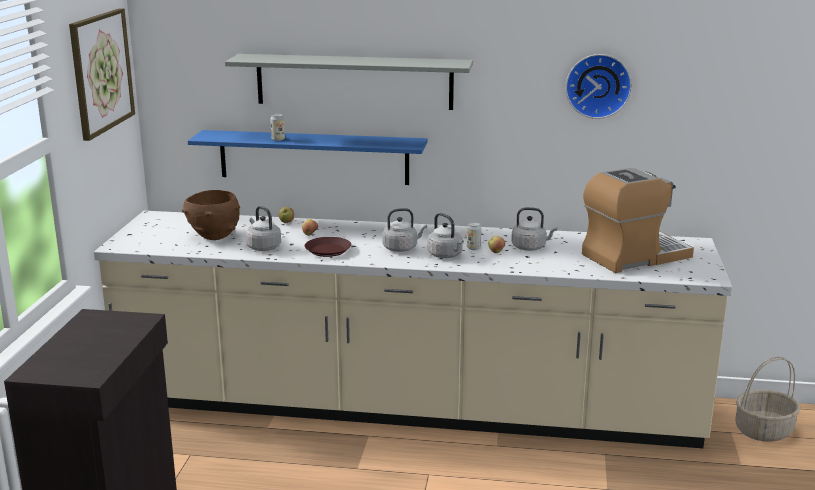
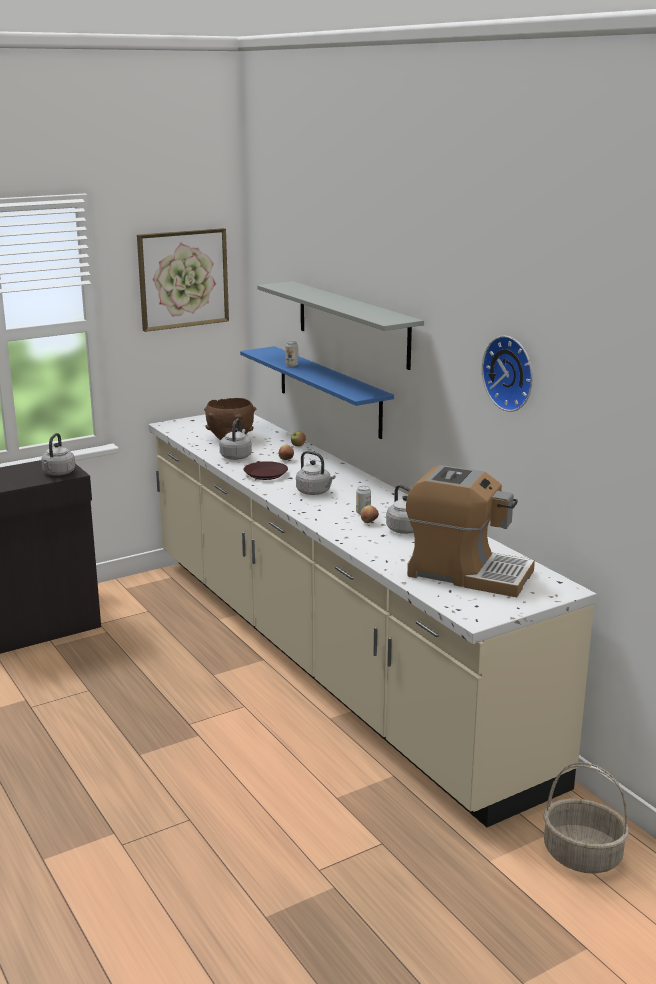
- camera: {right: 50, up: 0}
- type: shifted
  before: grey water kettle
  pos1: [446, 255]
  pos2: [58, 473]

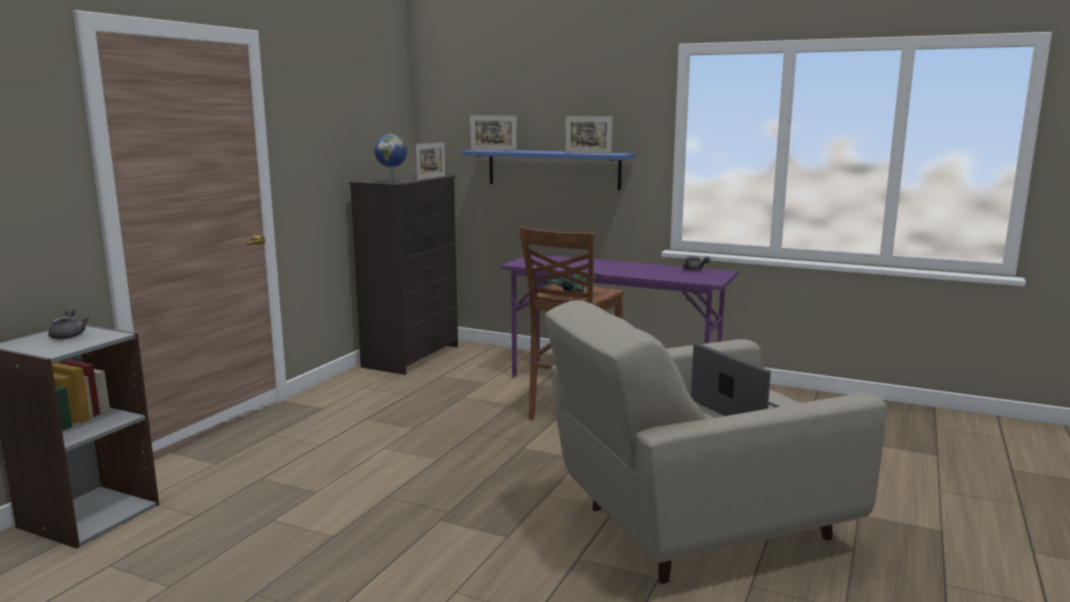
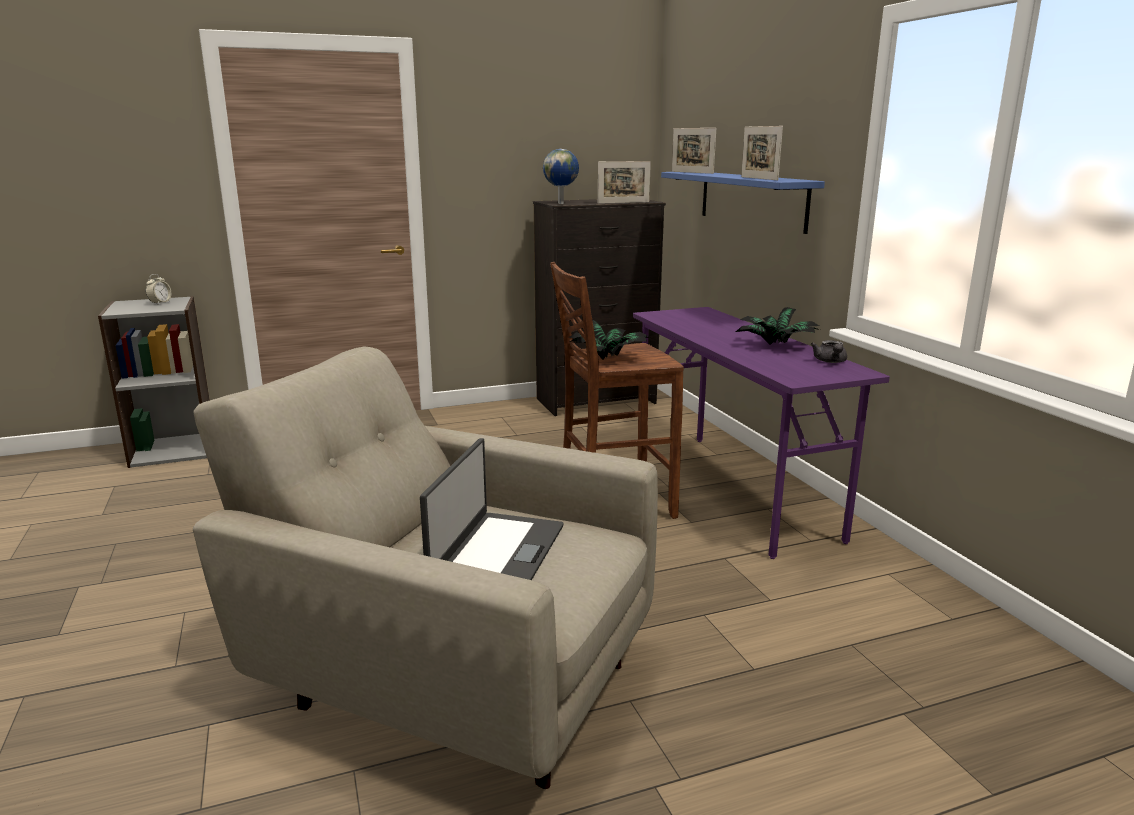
- camera: {right: 45, up: 5}
- type: swapped
  before: grey teapot
  after: table clock
  pos1: [68, 335]
  pos2: [160, 303]
- type: new
  after: houseplant
  pos2: [777, 346]

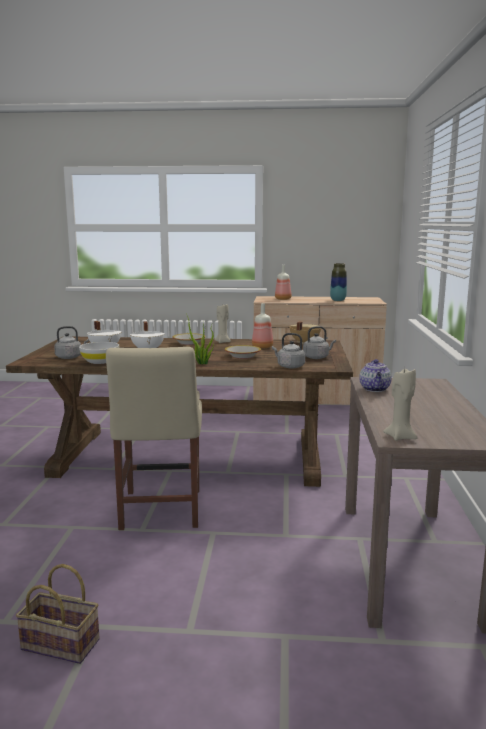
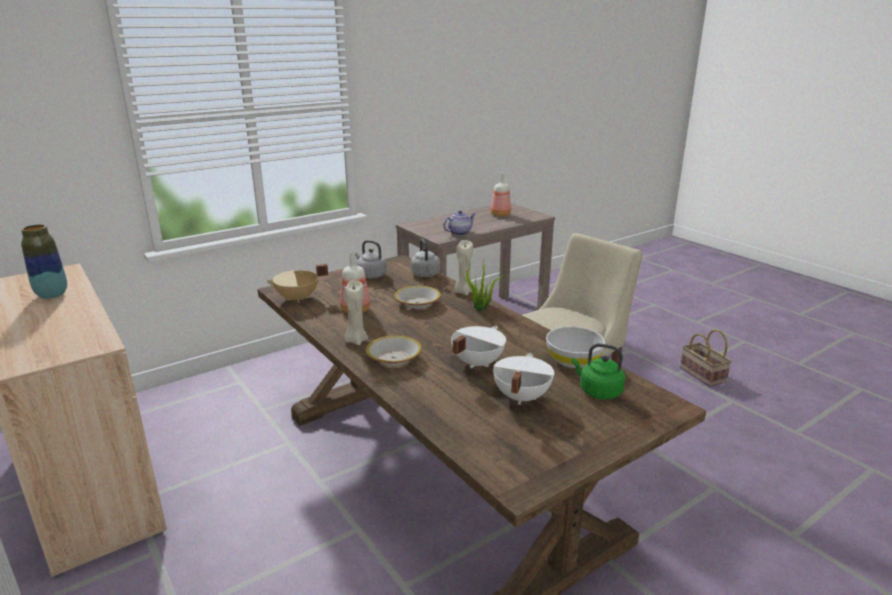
- camera: {right: -130, up: 10}
- type: shifted
  before: beige-coloured wax candle
  pos1: [400, 437]
  pos2: [463, 292]
- type: shifted
  before: drink bottle
  pos1: [283, 299]
  pos2: [499, 214]
- type: repainted
  before: grey water kettle
  after: green water kettle
  pos1: [70, 357]
  pos2: [598, 391]

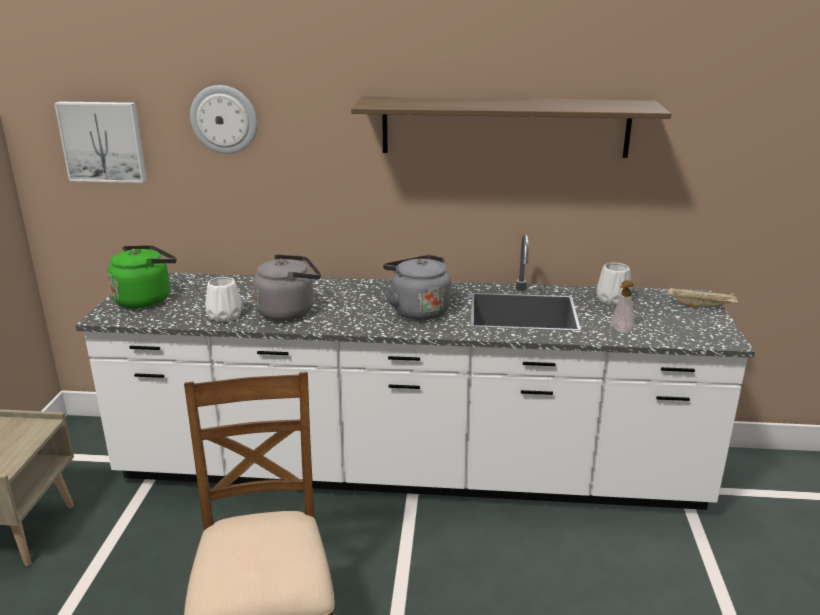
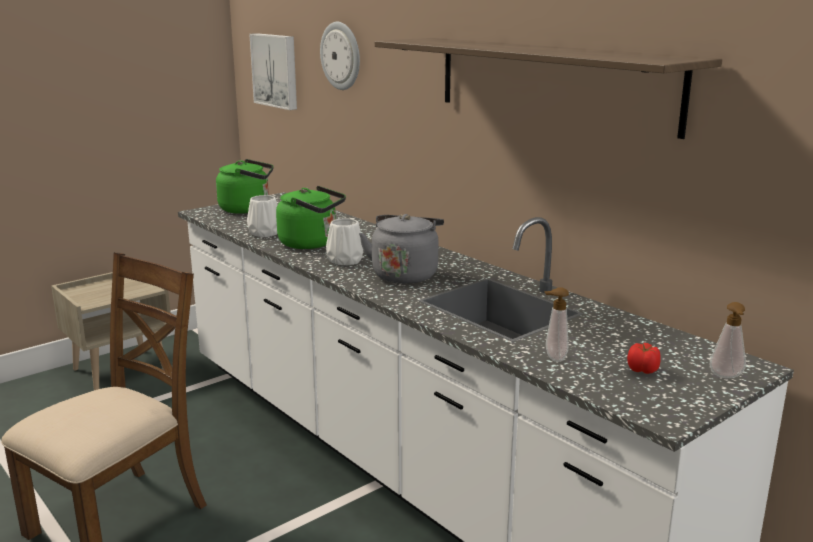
- camera: {right: 45, up: -5}
- type: repainted
  before: grey water kettle
  after: green water kettle
  pos1: [289, 311]
  pos2: [311, 243]
- type: shifted
  before: white-coloured decorative vase
  pos1: [613, 300]
  pos2: [346, 260]
- type: new
  after: tomato
  pos2: [643, 370]
- type: swapped
  before: beige-coloured carrying tray
  after: soap dispenser
  pos1: [701, 306]
  pos2: [726, 377]

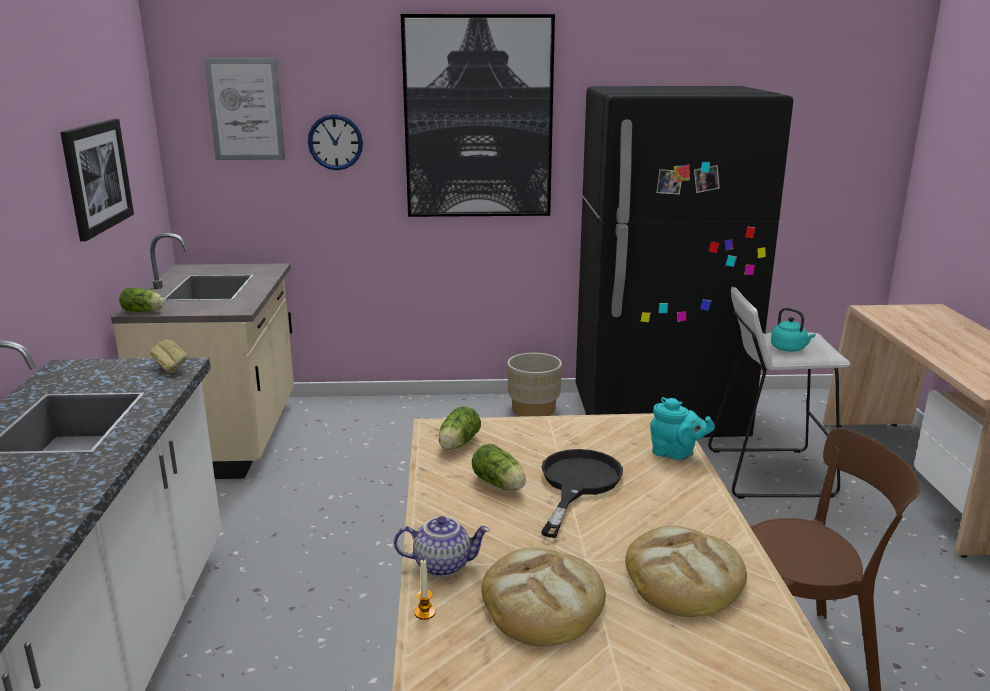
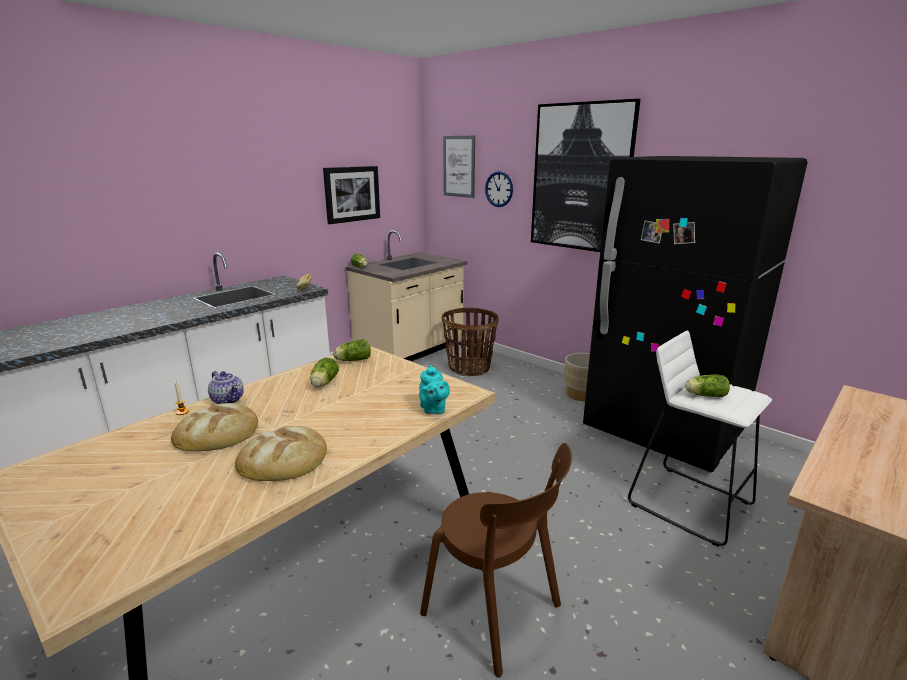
- camera: {right: 45, up: 0}
- type: new
  after: household basket
  pos2: [469, 368]
- type: swapped
  before: blue-green water kettle
  after: lettuce head
  pos1: [789, 349]
  pos2: [704, 395]
- type: gone
  before: blackish skillet
  pos1: [577, 484]

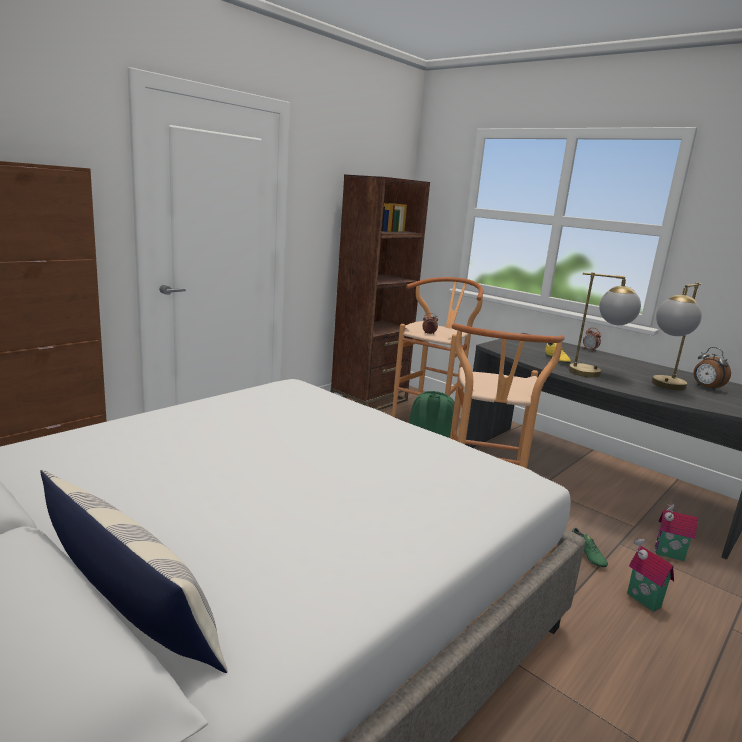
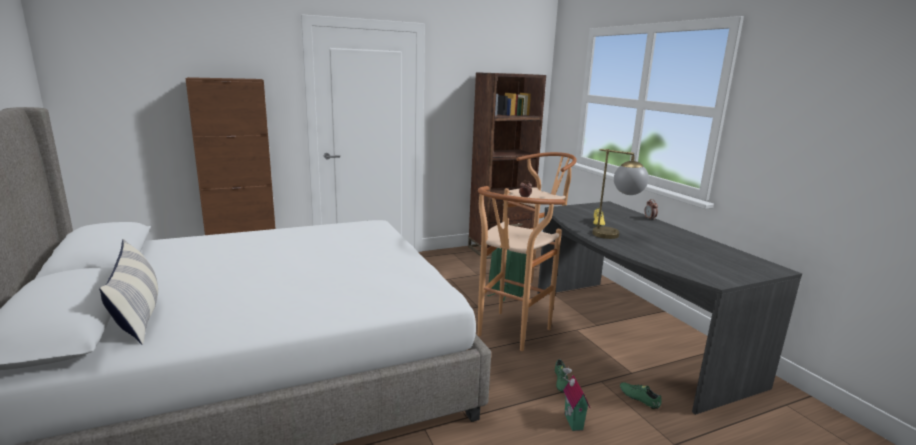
- camera: {right: 25, up: 0}
- type: swapped
  before: miniature house
  after: green item of footwear
  pos1: [669, 555]
  pos2: [639, 399]
- type: gone
  before: table lamp
  pos1: [664, 387]
- type: gone
  before: table clock
  pos1: [706, 388]

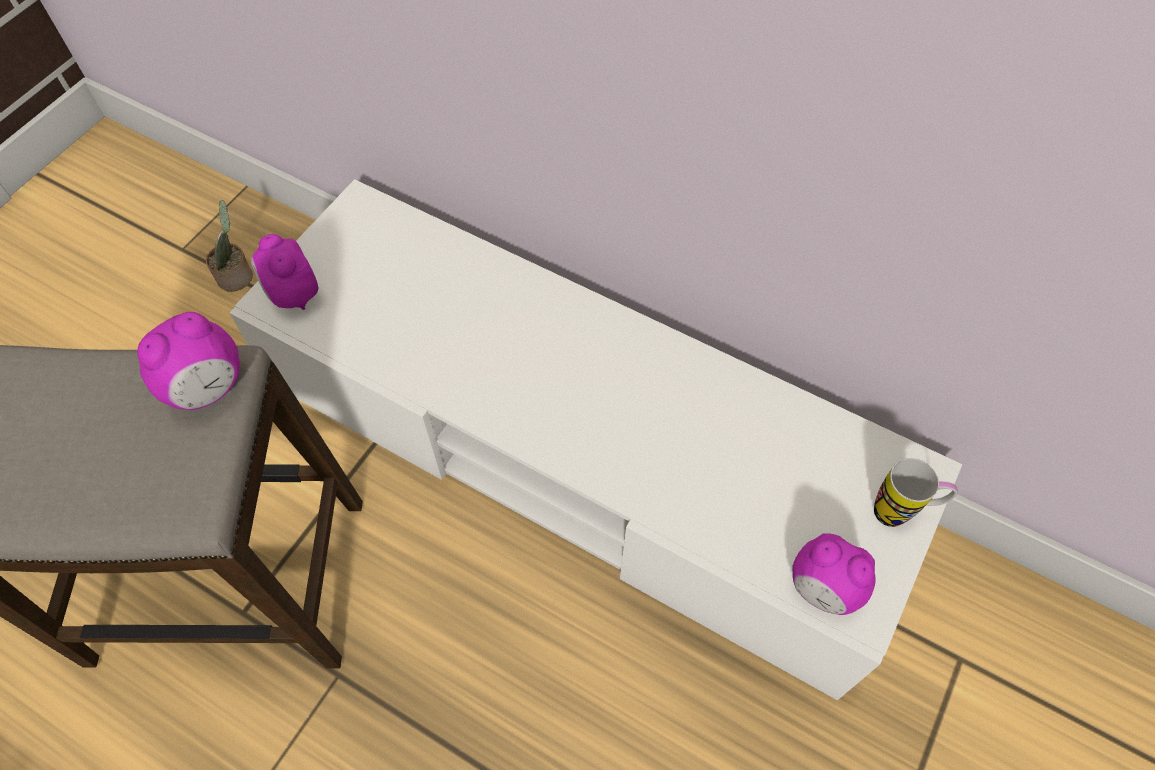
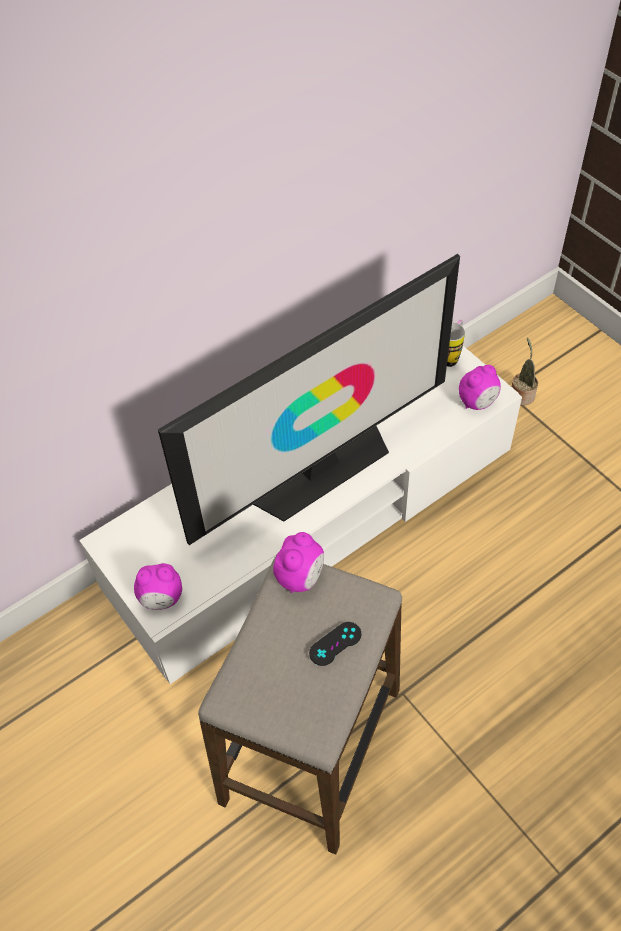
- camera: {right: -65, up: -5}
- type: new
  after: TV
  pos2: [320, 468]
- type: rotated
  before: table clock
  pos1: [207, 388]
  pos2: [301, 577]
  turn: 45
- type: new
  after: blackish joypad
  pos2: [335, 644]
- type: shifted
  before: houseplant
  pos1: [237, 276]
  pos2: [521, 394]

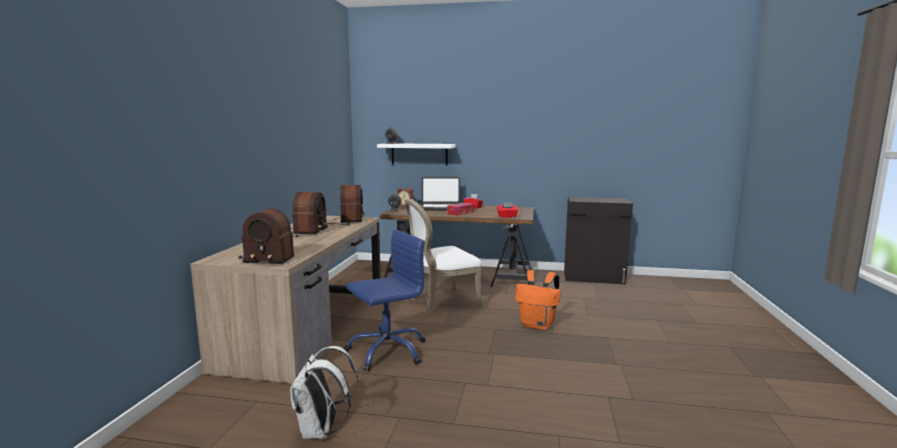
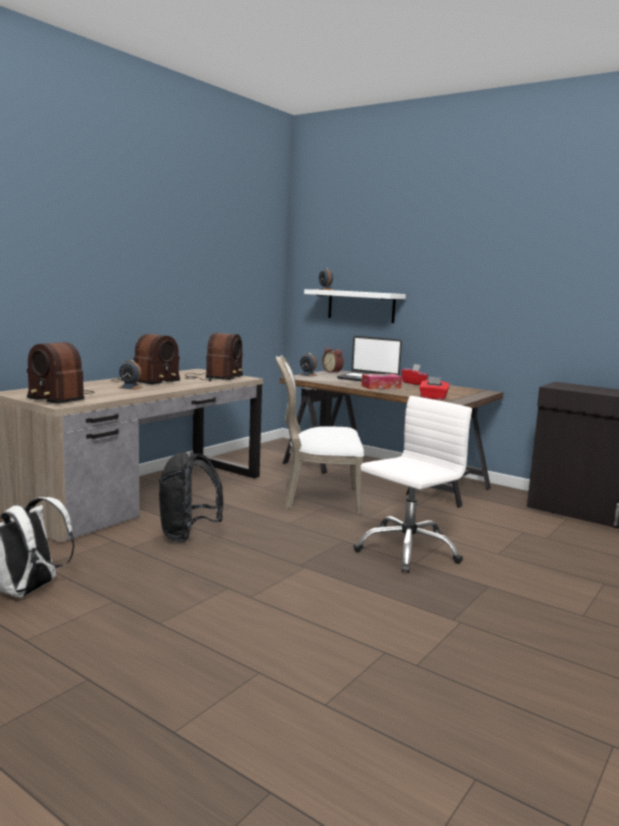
- camera: {right: 25, up: 0}
- type: new
  after: table clock
  pos2: [130, 387]
- type: swapped
  before: blue computer chair
  after: blackish backpack
  pos1: [387, 351]
  pos2: [188, 535]
- type: swapped
  before: orange-coloured backpack
  after: white-coloured computer chair
  pos1: [538, 325]
  pos2: [407, 550]

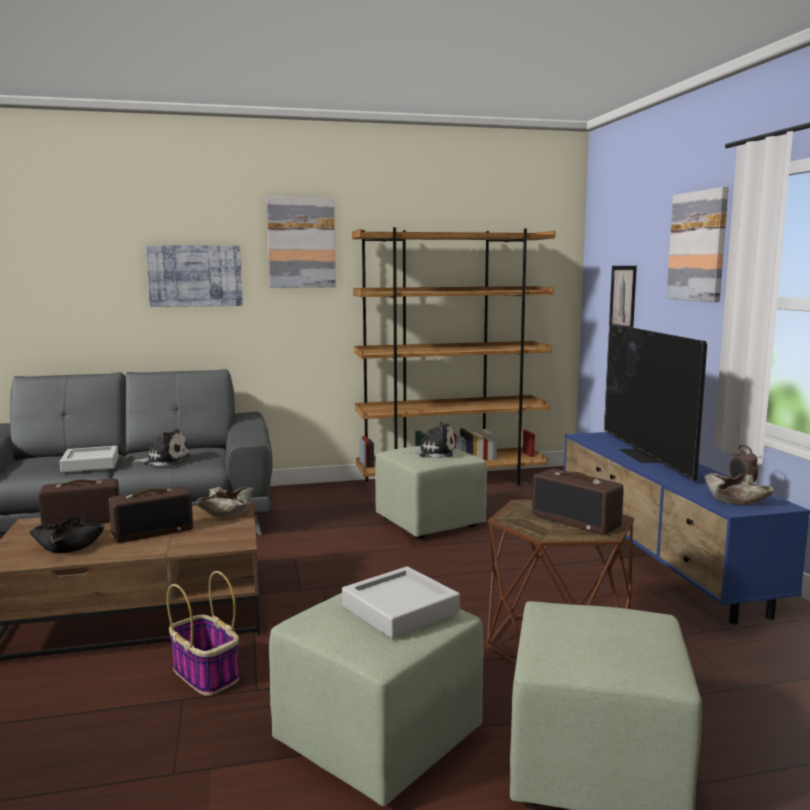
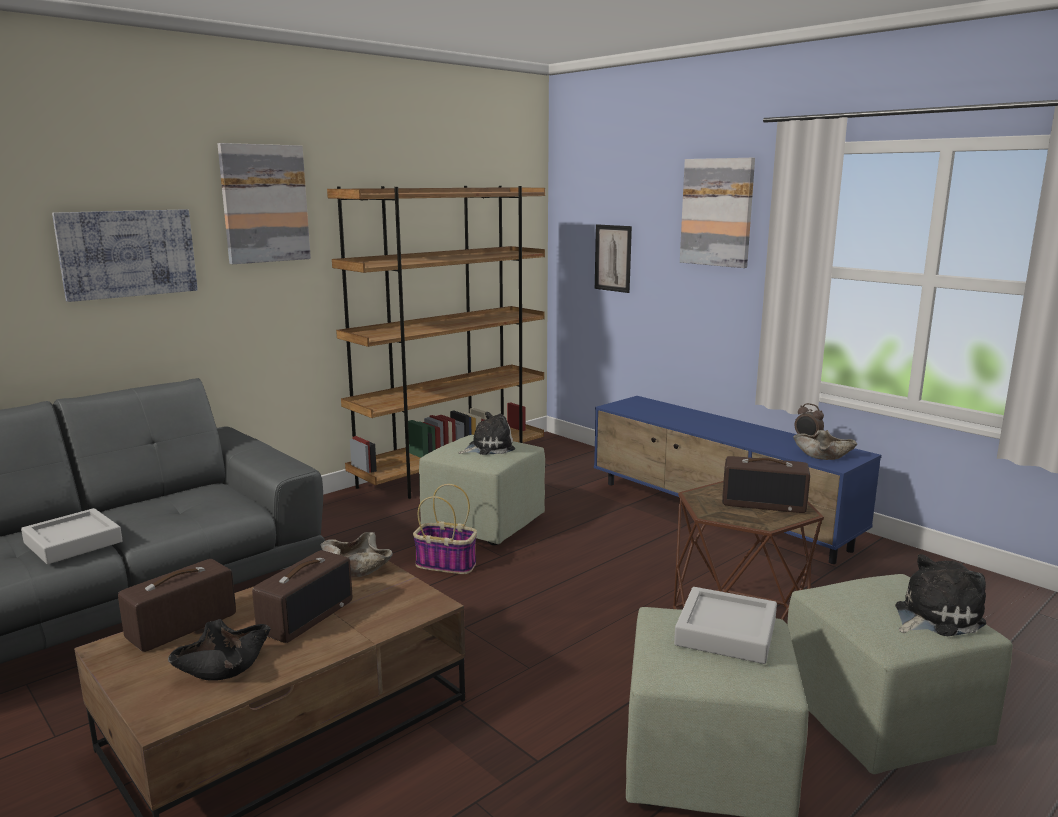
- camera: {right: -30, up: 5}
- type: shifted
  before: household basket
  pos1: [206, 674]
  pos2: [447, 564]
- type: shifted
  before: plush toy
  pos1: [164, 461]
  pos2: [934, 617]
- type: gone
  before: TV
  pos1: [644, 455]

